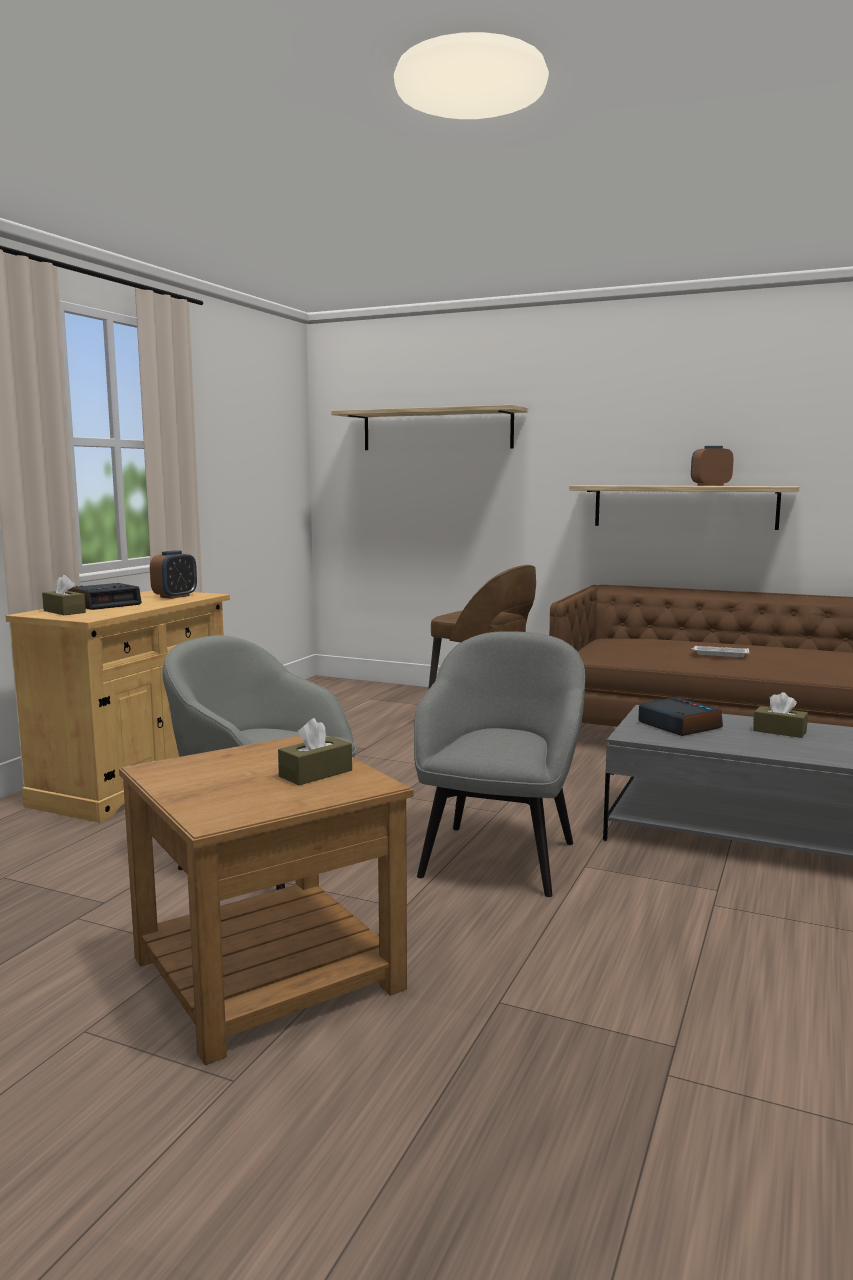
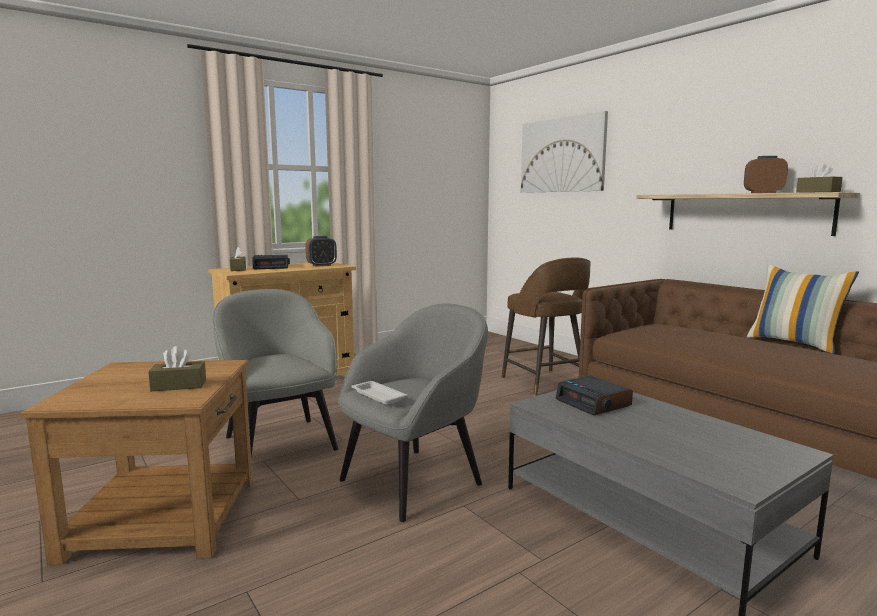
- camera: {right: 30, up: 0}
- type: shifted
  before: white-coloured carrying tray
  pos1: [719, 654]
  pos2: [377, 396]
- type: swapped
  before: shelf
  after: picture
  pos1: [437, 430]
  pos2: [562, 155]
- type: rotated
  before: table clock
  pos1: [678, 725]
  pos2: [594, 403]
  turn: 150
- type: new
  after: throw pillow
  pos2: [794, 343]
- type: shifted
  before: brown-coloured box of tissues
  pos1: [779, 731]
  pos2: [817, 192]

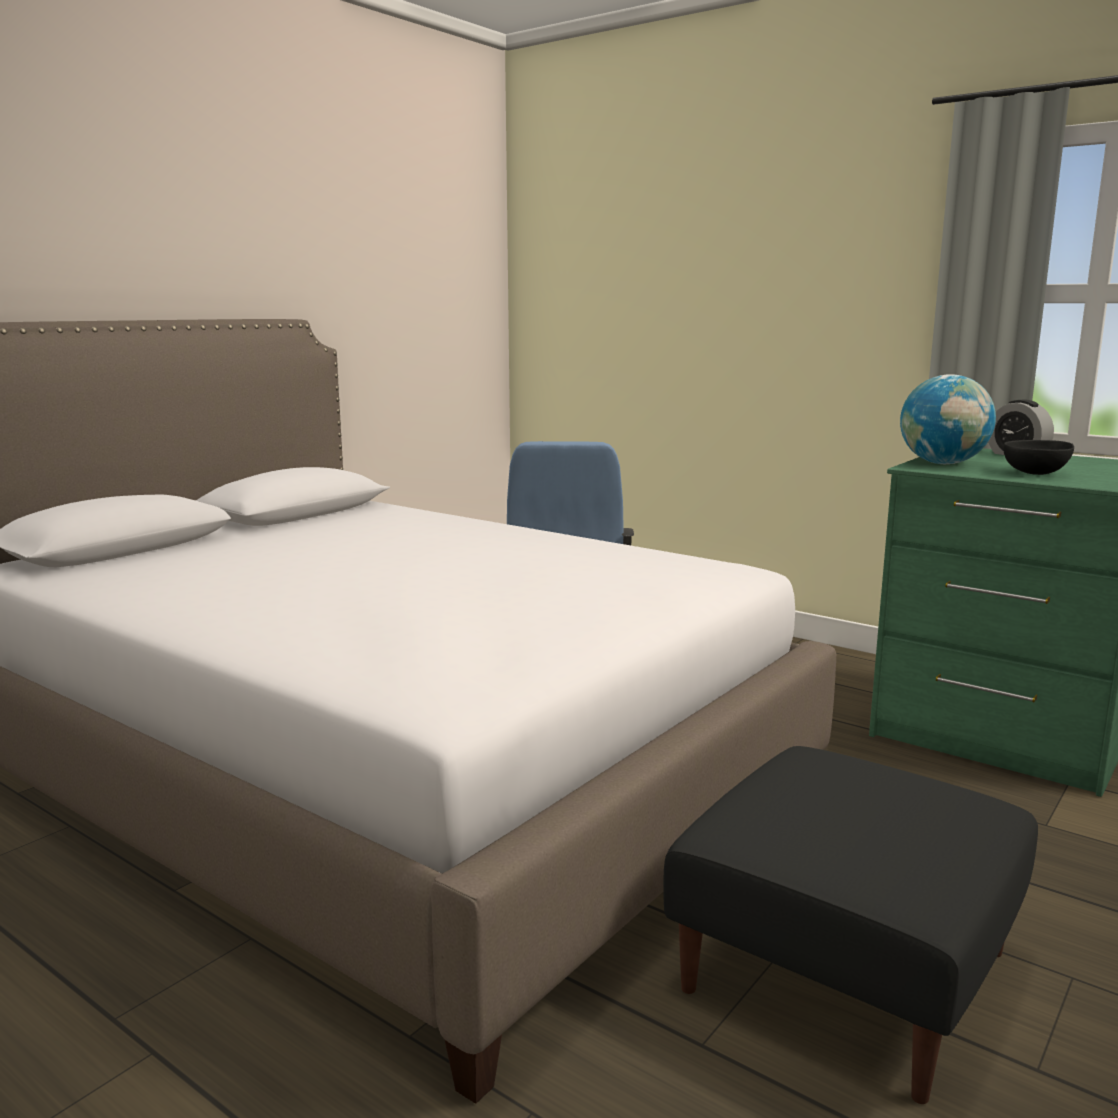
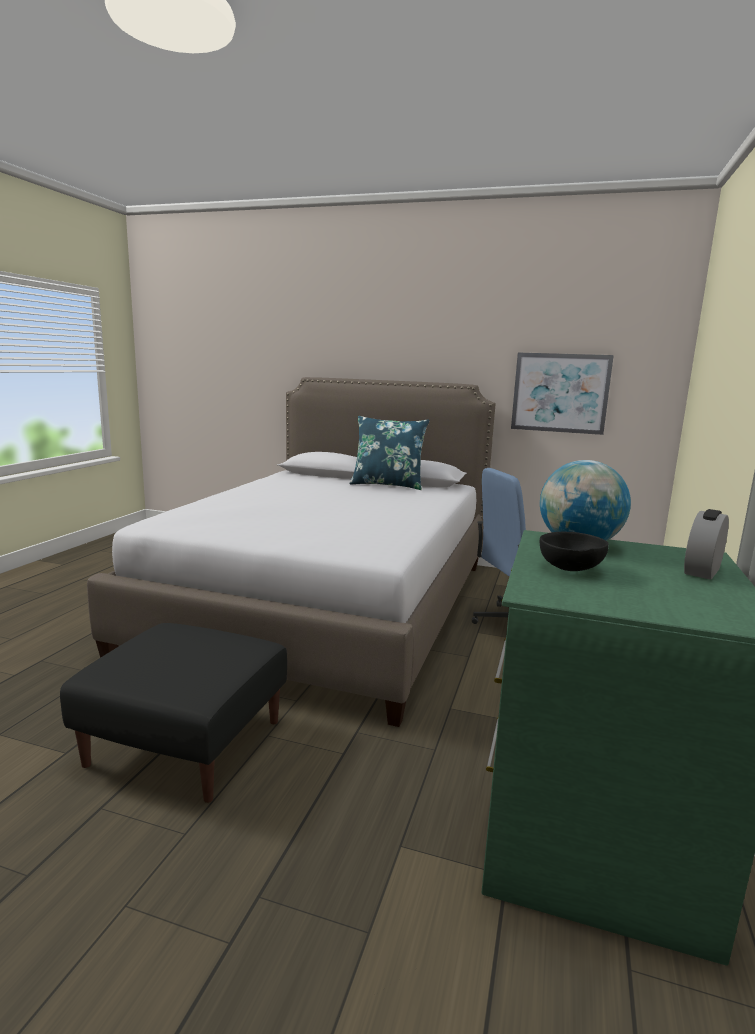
- camera: {right: 70, up: 0}
- type: new
  after: blue throw pillow
  pos2: [387, 485]
- type: new
  after: picture
  pos2: [560, 393]

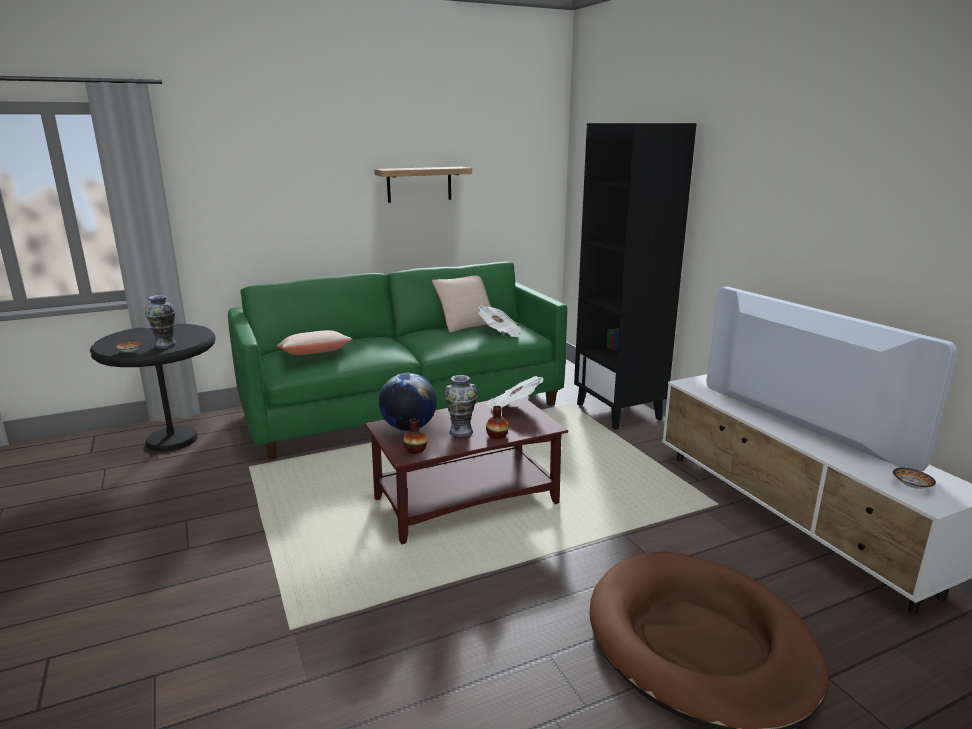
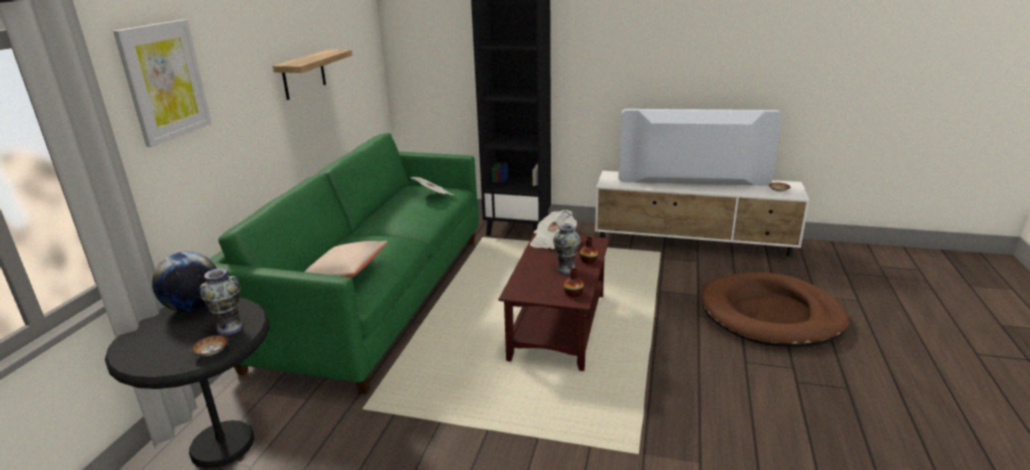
- camera: {right: -50, up: 5}
- type: new
  after: picture
  pos2: [165, 81]
- type: shifted
  before: desk globe
  pos1: [409, 428]
  pos2: [194, 307]
- type: gone
  before: beige-coloured throw pillow
  pos1: [465, 324]

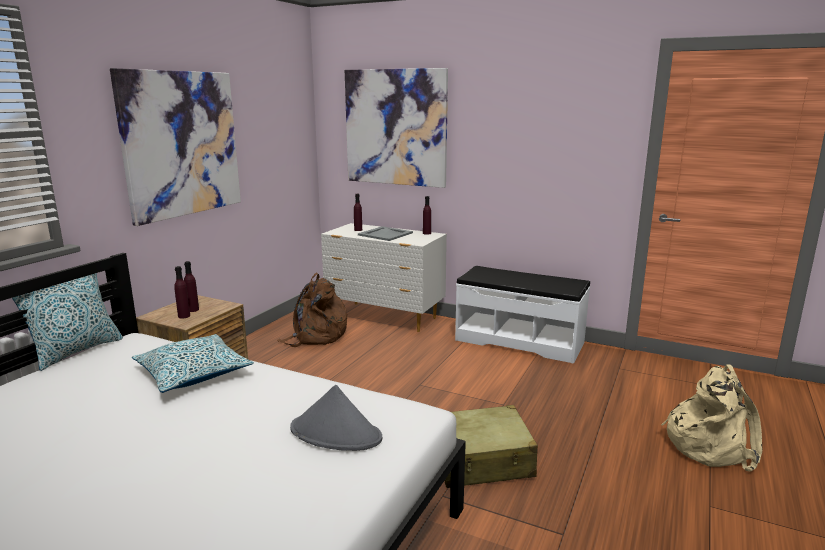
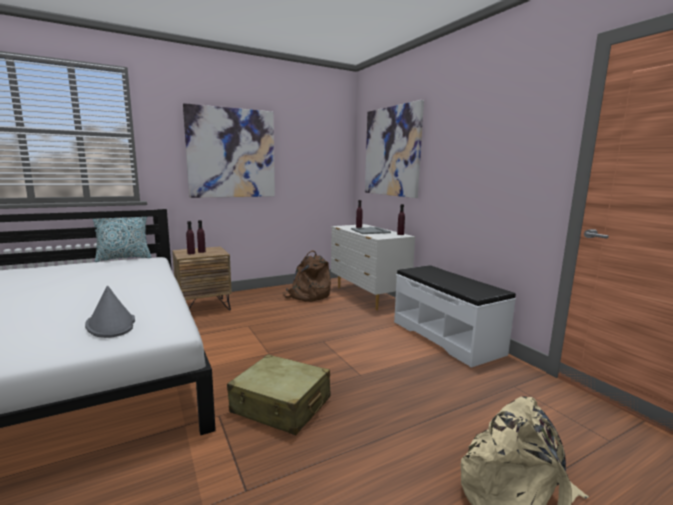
- camera: {right: 35, up: -5}
- type: gone
  before: throw pillow
  pos1: [193, 374]

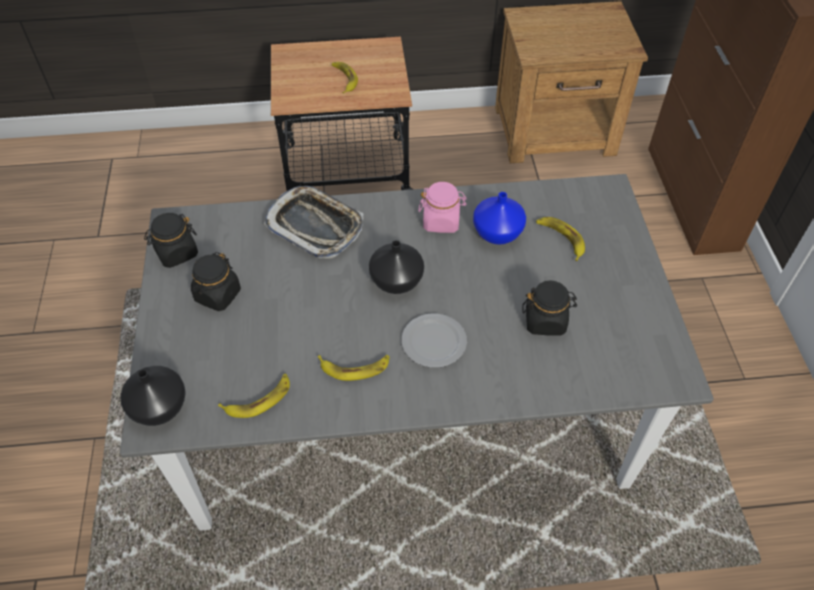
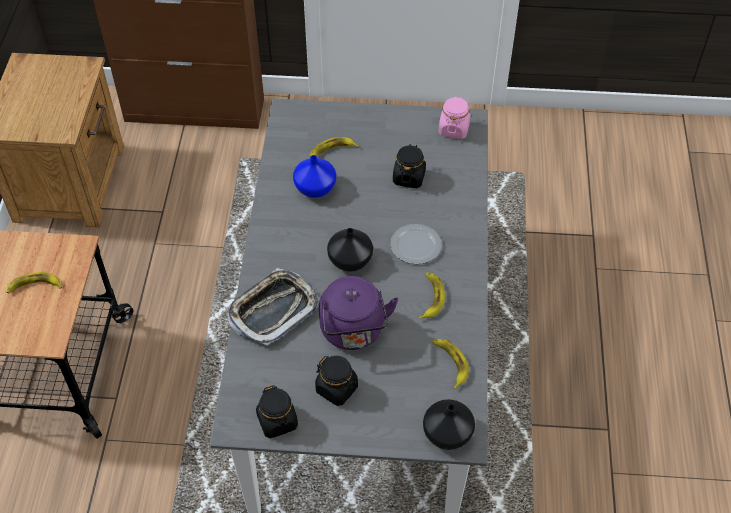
- camera: {right: -80, up: 0}
- type: new
  after: purple water kettle
  pos2: [353, 332]
- type: shifted
  before: pink-coloured jar
  pos1: [441, 221]
  pos2: [453, 129]

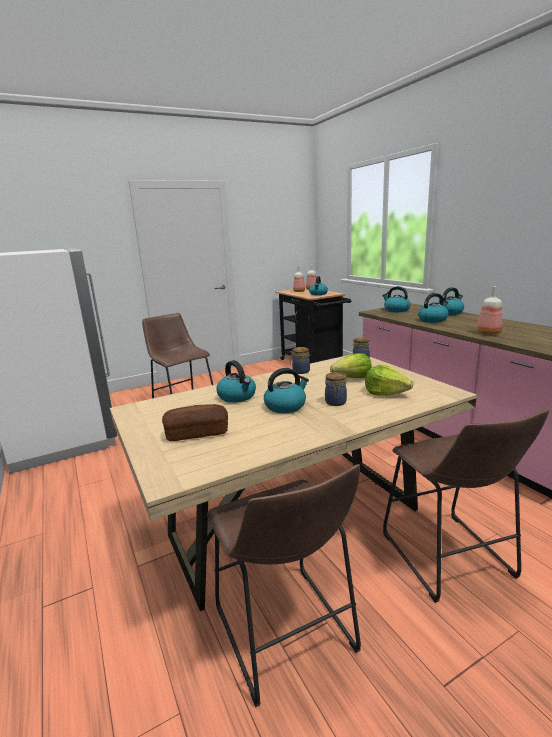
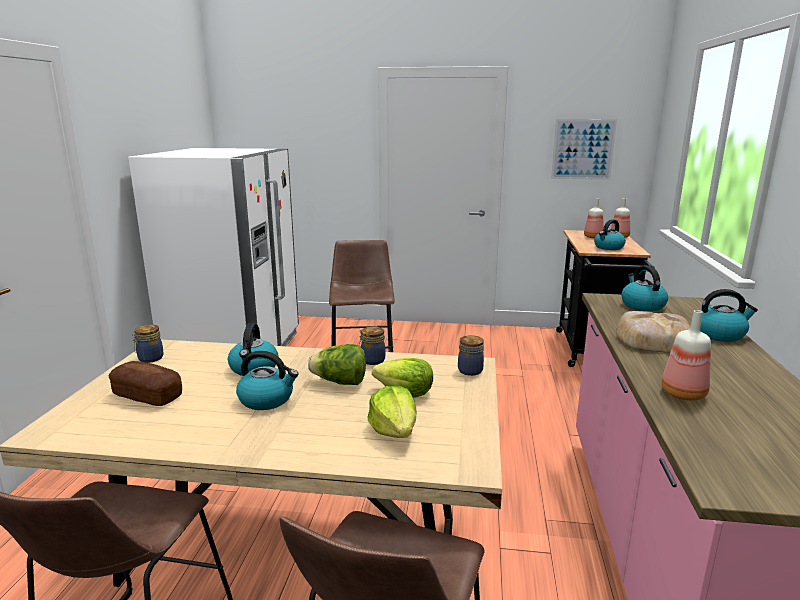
- camera: {right: 35, up: 0}
- type: shifted
  before: jar
  pos1: [335, 403]
  pos2: [149, 359]
- type: new
  after: lettuce head
  pos2: [340, 382]
- type: new
  after: picture
  pos2: [583, 149]
- type: swapped
  before: water kettle
  after: bakery bread
  pos1: [433, 320]
  pos2: [654, 339]

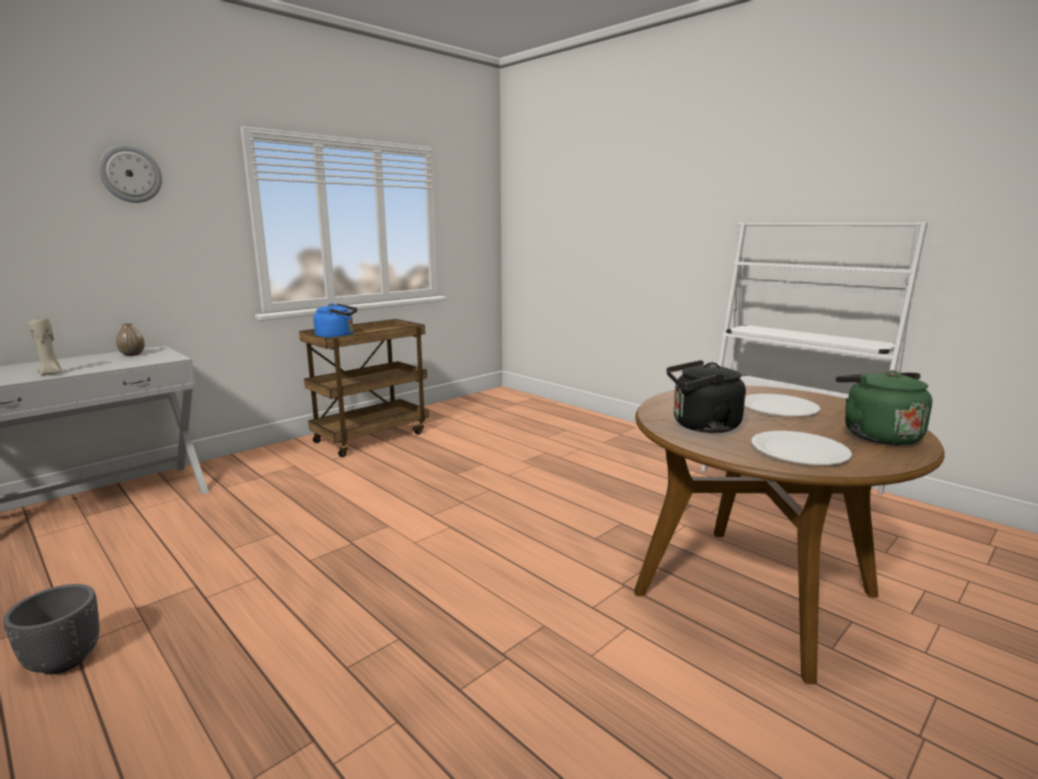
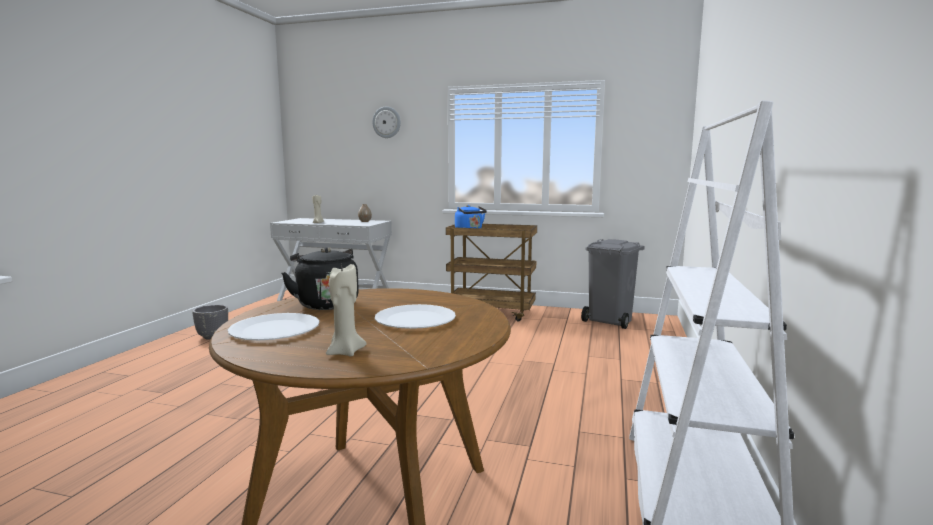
- camera: {right: 60, up: -5}
- type: swapped
  before: green water kettle
  after: beige-coloured wax candle
  pos1: [876, 435]
  pos2: [345, 352]
- type: new
  after: grey waste bin
  pos2: [611, 321]

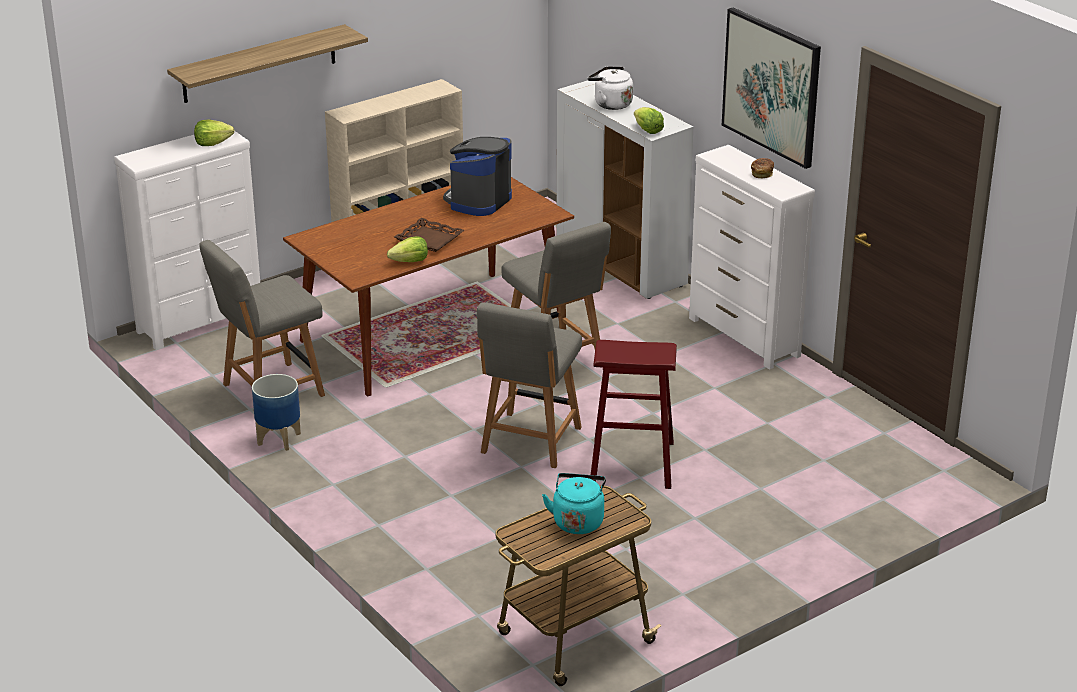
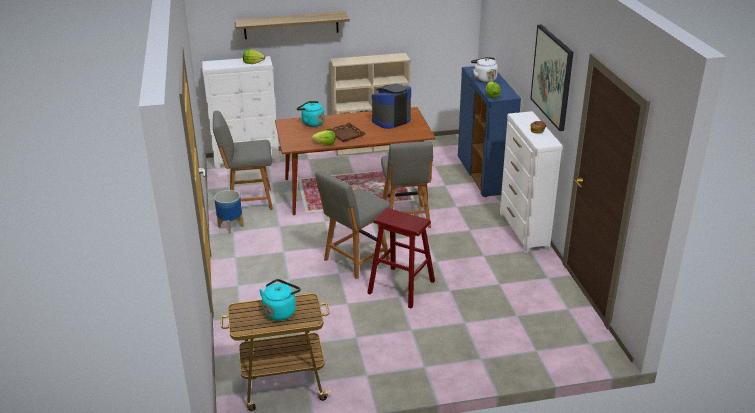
- camera: {right: 25, up: 0}
- type: new
  after: blue-green water kettle
  pos2: [311, 123]
- type: repainted
  before: white-coloured cabinet
  after: blue cabinet
  pos1: [621, 265]
  pos2: [484, 176]

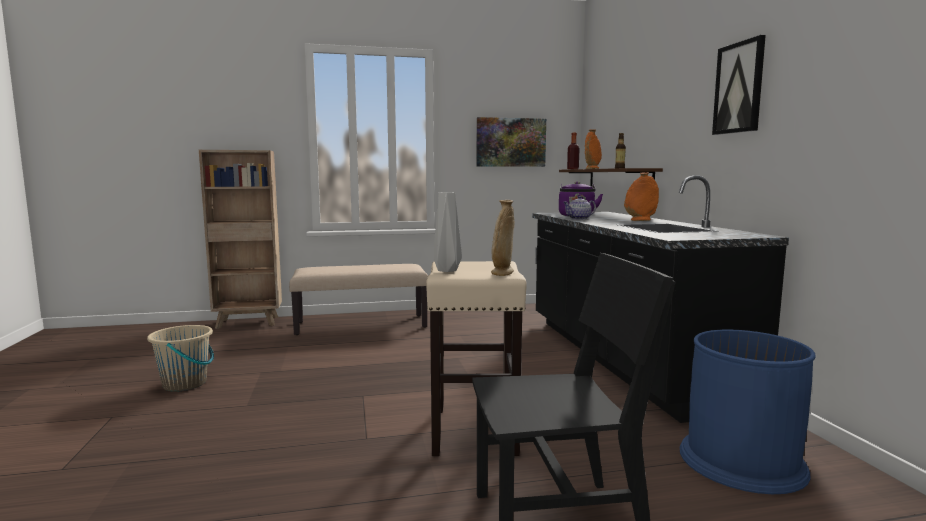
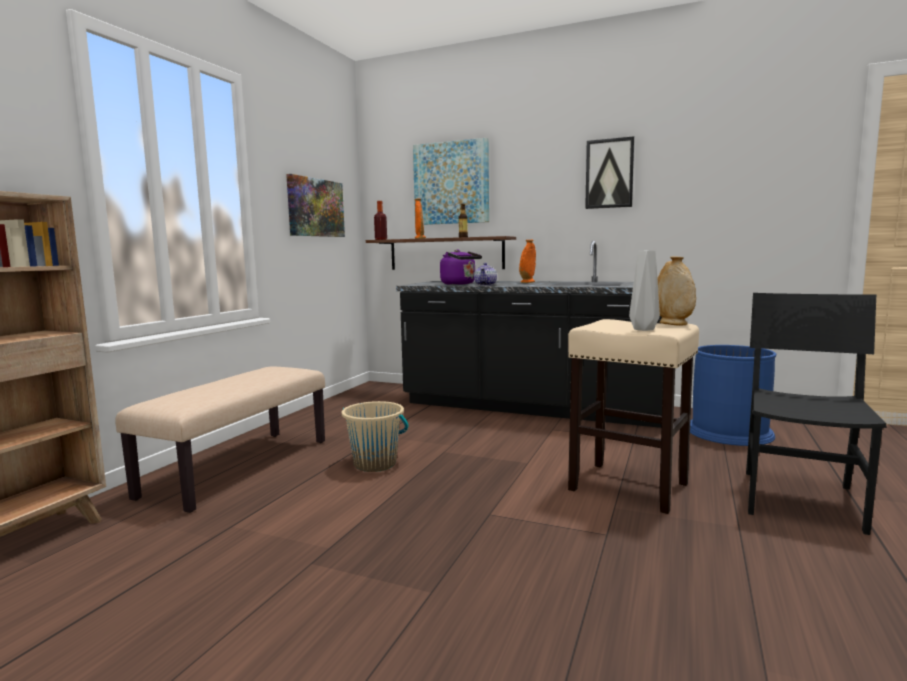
- camera: {right: -55, up: 0}
- type: shifted
  before: beige-coloured bucket
  pos1: [185, 384]
  pos2: [375, 464]
- type: new
  after: picture
  pos2: [451, 183]

